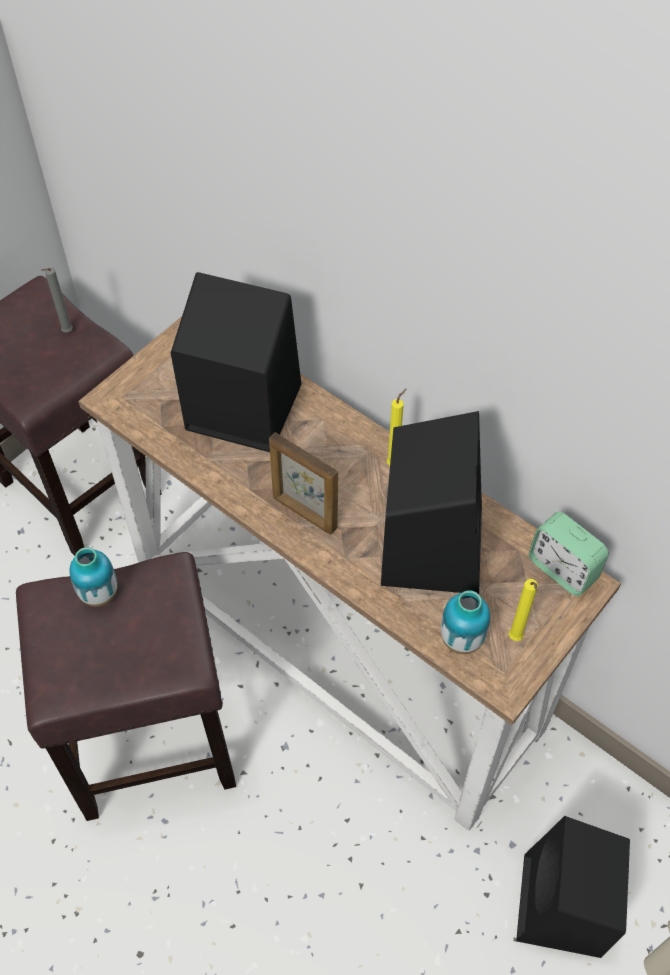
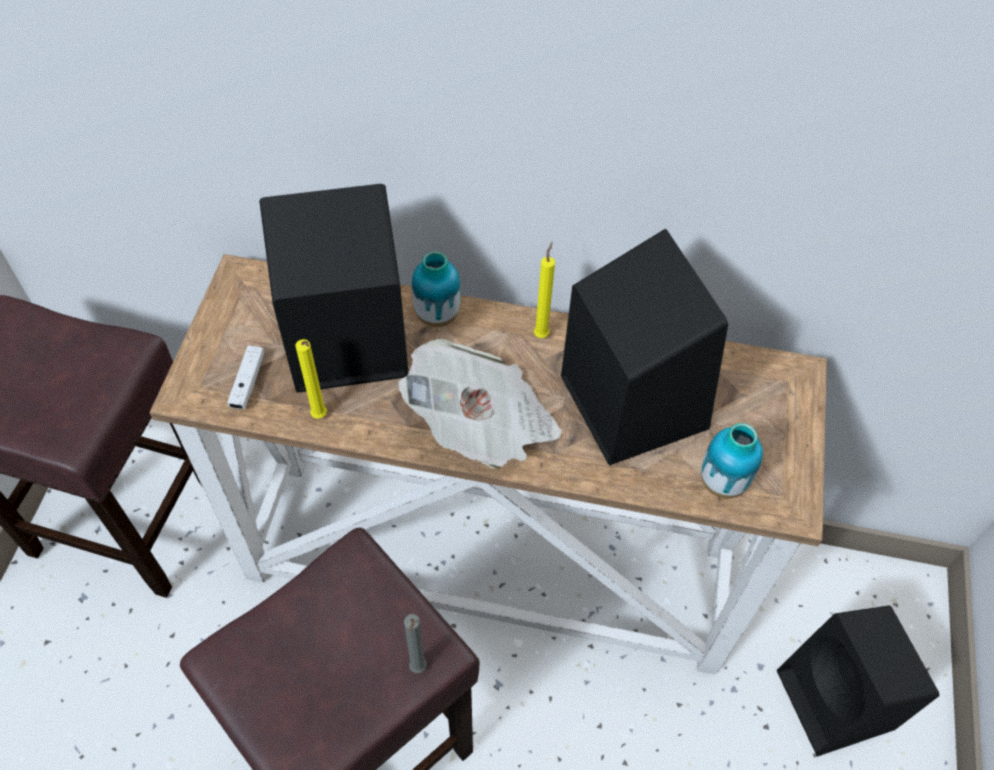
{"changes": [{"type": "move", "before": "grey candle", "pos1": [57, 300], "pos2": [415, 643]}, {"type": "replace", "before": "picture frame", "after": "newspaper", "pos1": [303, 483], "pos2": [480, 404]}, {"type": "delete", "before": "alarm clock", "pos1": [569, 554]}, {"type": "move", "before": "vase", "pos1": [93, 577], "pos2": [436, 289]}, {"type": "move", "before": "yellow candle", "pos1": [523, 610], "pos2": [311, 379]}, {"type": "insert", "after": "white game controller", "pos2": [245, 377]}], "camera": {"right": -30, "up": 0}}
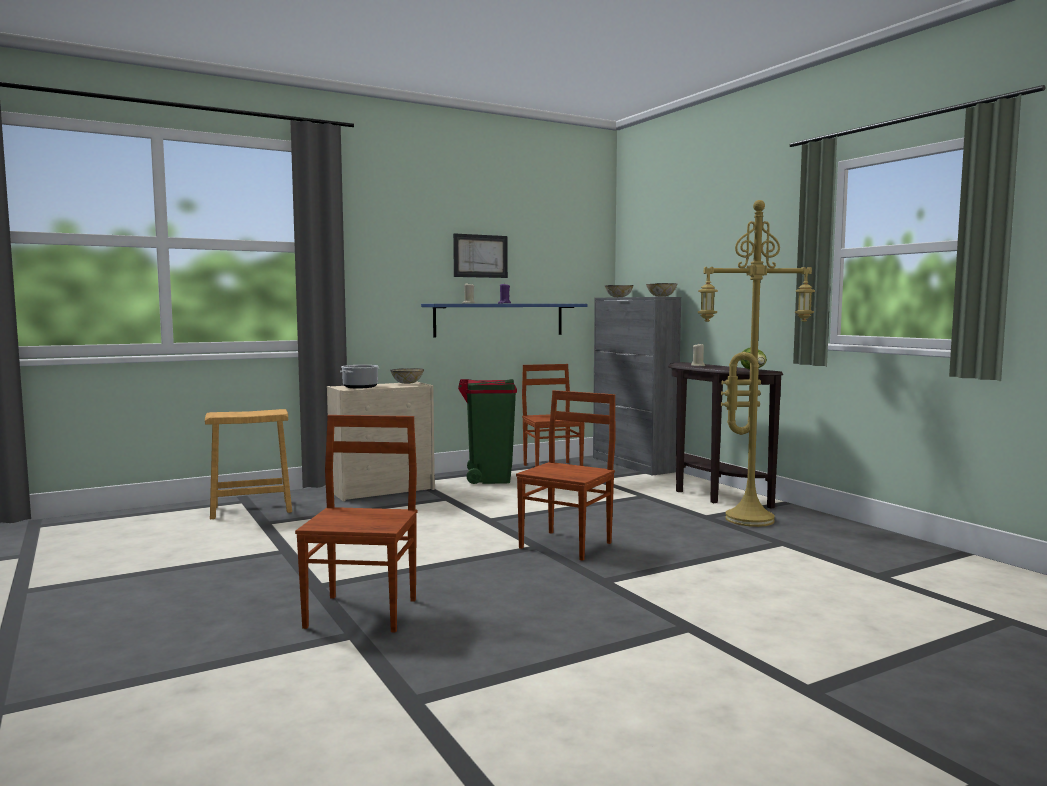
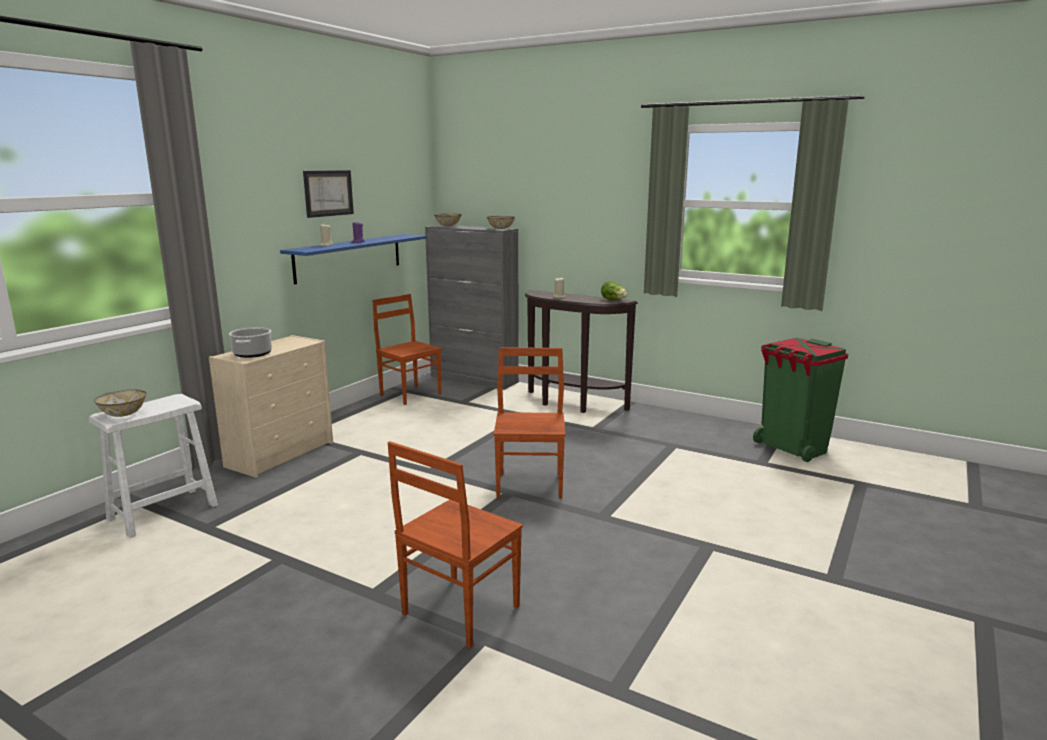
{"changes": [{"type": "delete", "before": "yellow floor lamp", "pos1": [756, 363]}, {"type": "move", "before": "bowl", "pos1": [407, 376], "pos2": [120, 403]}, {"type": "move", "before": "green trash can", "pos1": [487, 431], "pos2": [800, 400]}, {"type": "recolor", "before": "brown stool", "after": "white stool", "pos1": [248, 464], "pos2": [153, 466]}, {"type": "rotate", "before": "brown chair", "pos1": [356, 524], "pos2": [455, 544], "turn": -120}], "camera": {"right": -30, "up": 10}}
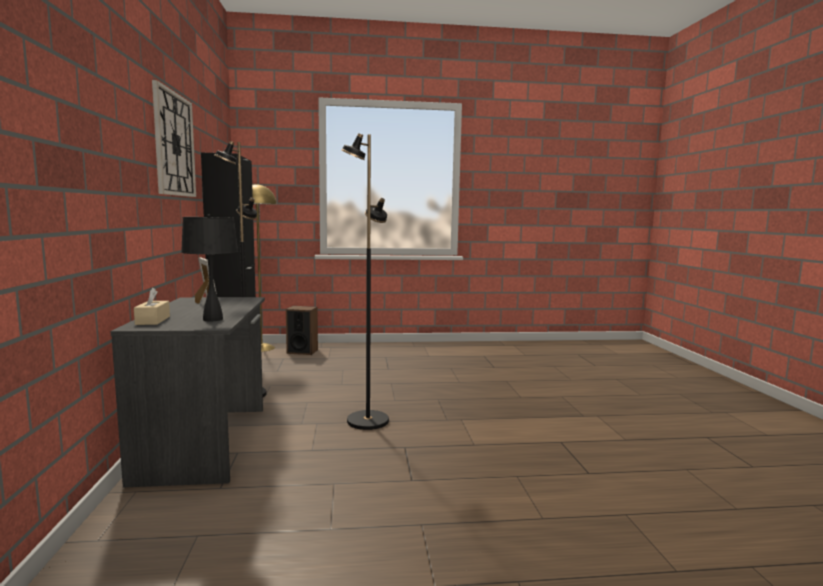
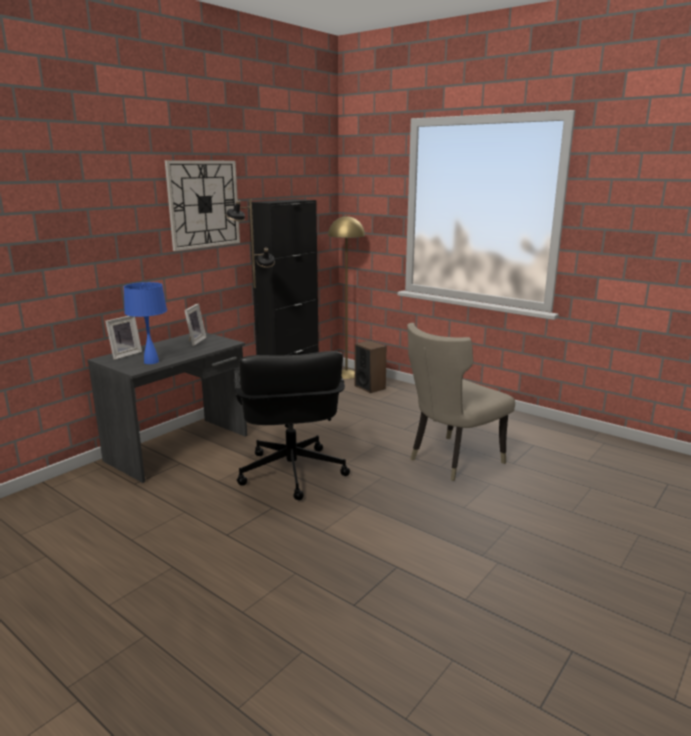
{"changes": [{"type": "replace", "before": "black floor lamp", "after": "black office chair", "pos1": [365, 281], "pos2": [292, 425]}, {"type": "recolor", "before": "black table lamp", "after": "blue table lamp", "pos1": [209, 267], "pos2": [145, 323]}, {"type": "replace", "before": "beige tissue box", "after": "picture frame", "pos1": [152, 306], "pos2": [123, 338]}, {"type": "insert", "after": "beige chair", "pos2": [461, 402]}], "camera": {"right": 45, "up": 10}}
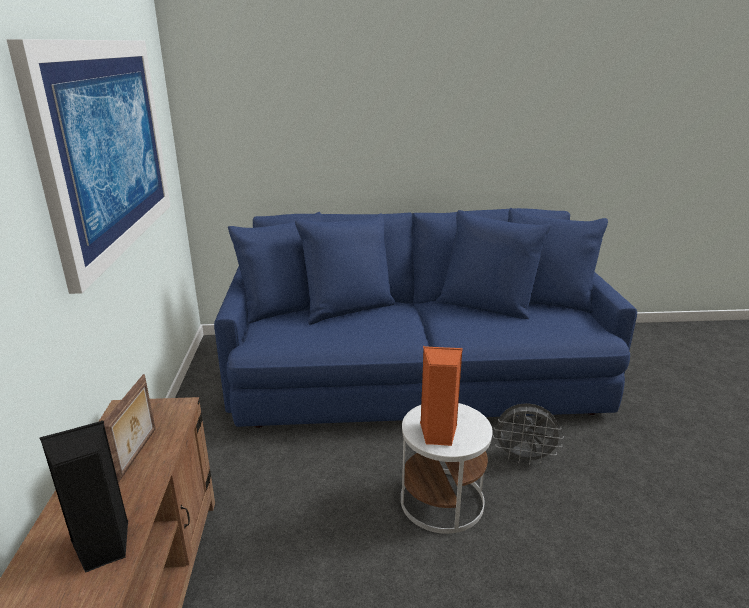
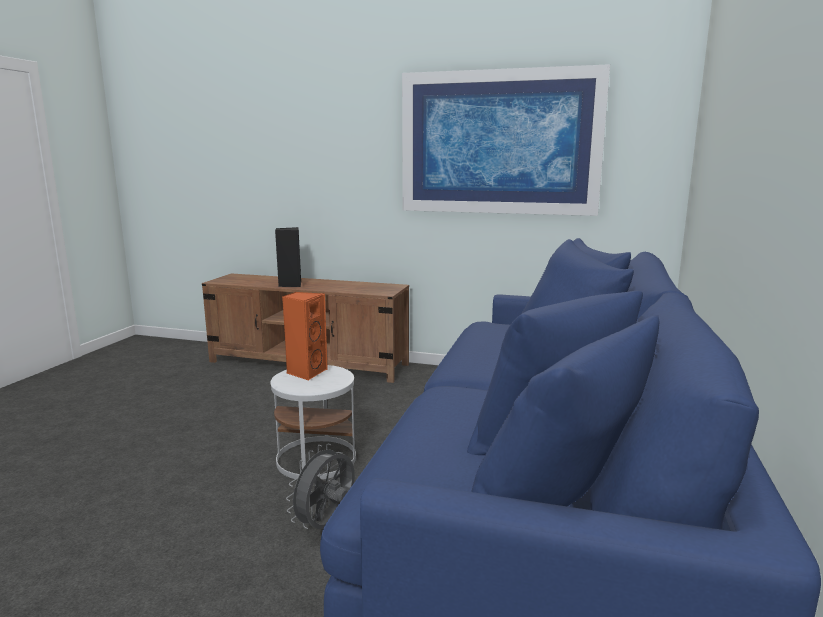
{"changes": [{"type": "delete", "before": "picture frame", "pos1": [130, 428]}], "camera": {"right": 110, "up": -10}}
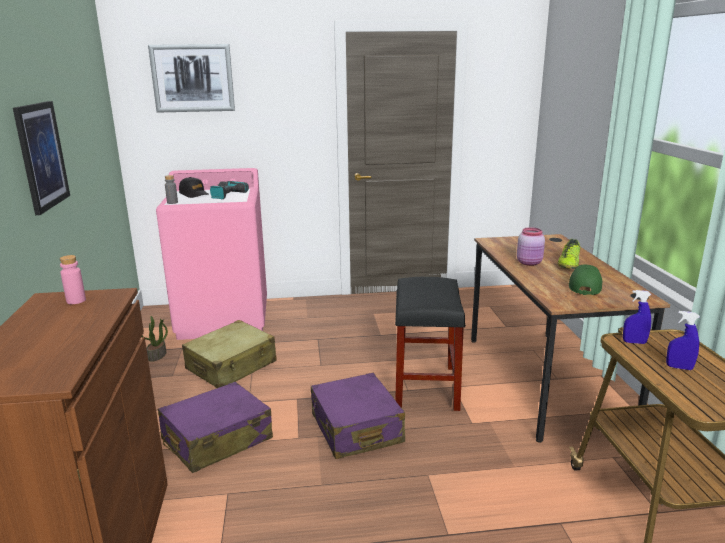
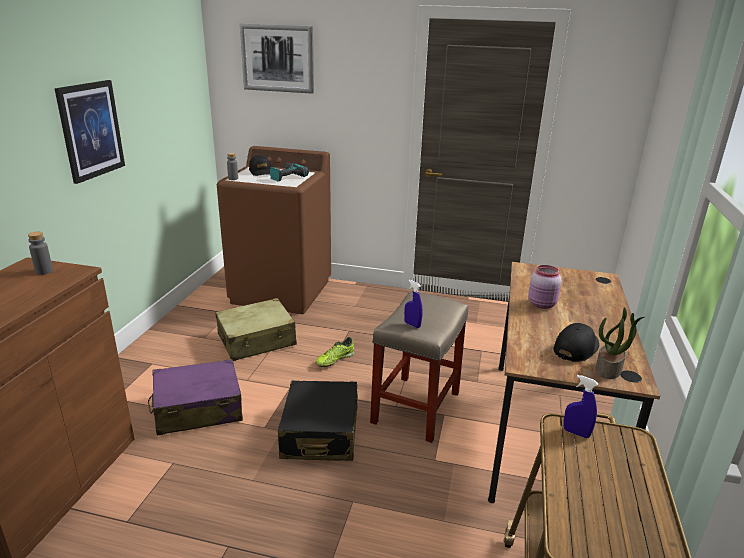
{"changes": [{"type": "recolor", "before": "pink washing machine", "after": "brown washing machine", "pos1": [211, 254], "pos2": [274, 230]}, {"type": "move", "before": "shoe", "pos1": [569, 254], "pos2": [335, 352]}, {"type": "recolor", "before": "pink bottle", "after": "grey bottle", "pos1": [73, 279], "pos2": [40, 253]}, {"type": "recolor", "before": "green cap", "after": "black cap", "pos1": [585, 279], "pos2": [576, 342]}, {"type": "recolor", "before": "black stool", "after": "beige stool", "pos1": [430, 344], "pos2": [419, 367]}, {"type": "move", "before": "blue spray bottle", "pos1": [683, 340], "pos2": [413, 304]}, {"type": "move", "before": "potted plant", "pos1": [155, 339], "pos2": [620, 343]}, {"type": "recolor", "before": "purple suitcase", "after": "black suitcase", "pos1": [358, 416], "pos2": [318, 421]}], "camera": {"right": 20, "up": 5}}
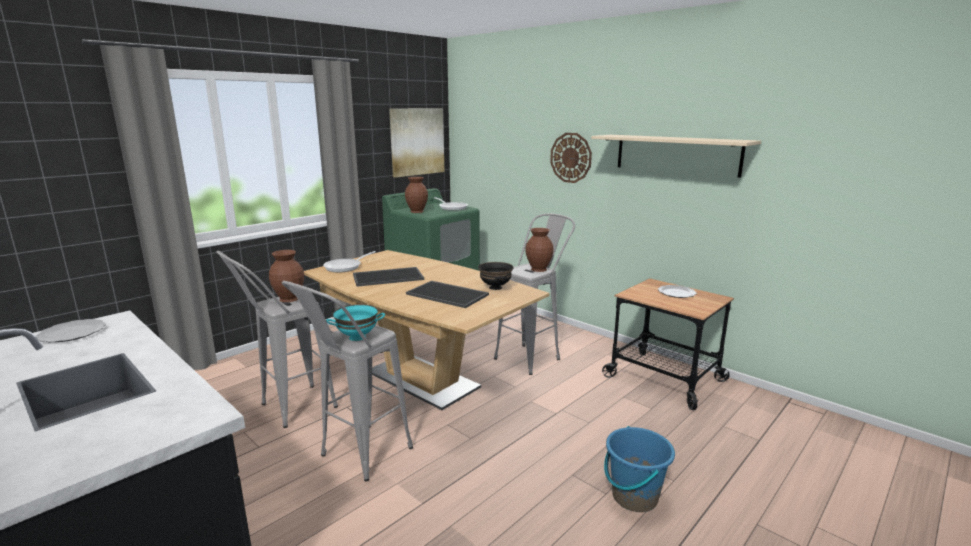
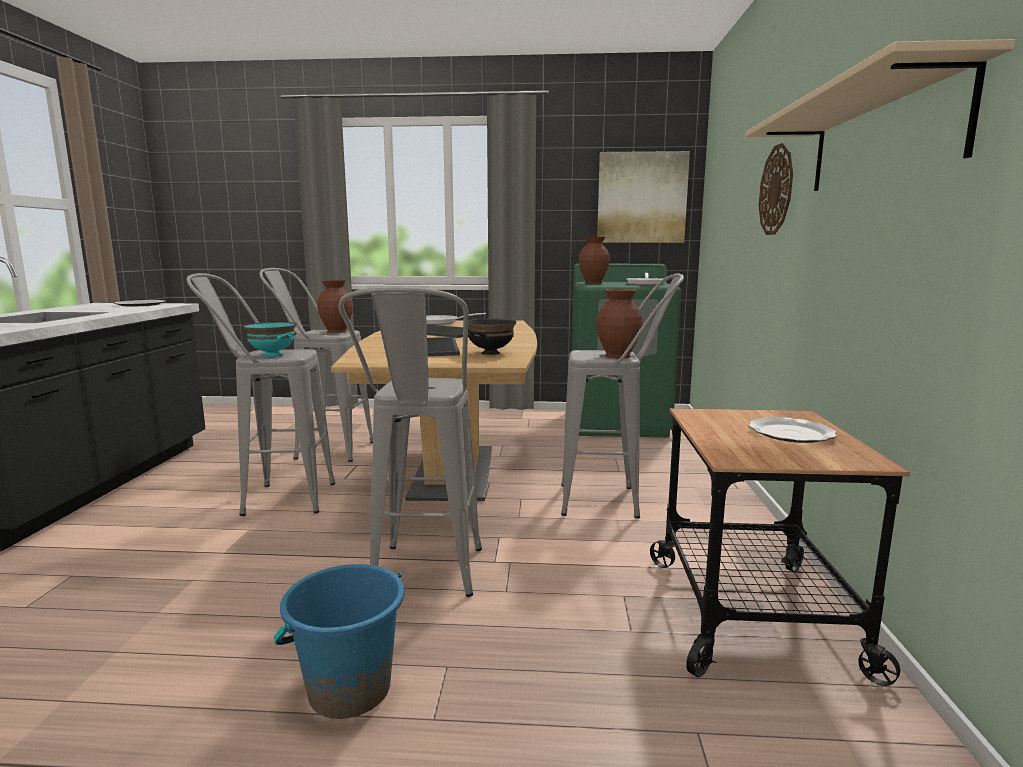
{"changes": [{"type": "insert", "after": "grey stool", "pos2": [410, 442]}], "camera": {"right": 50, "up": -5}}
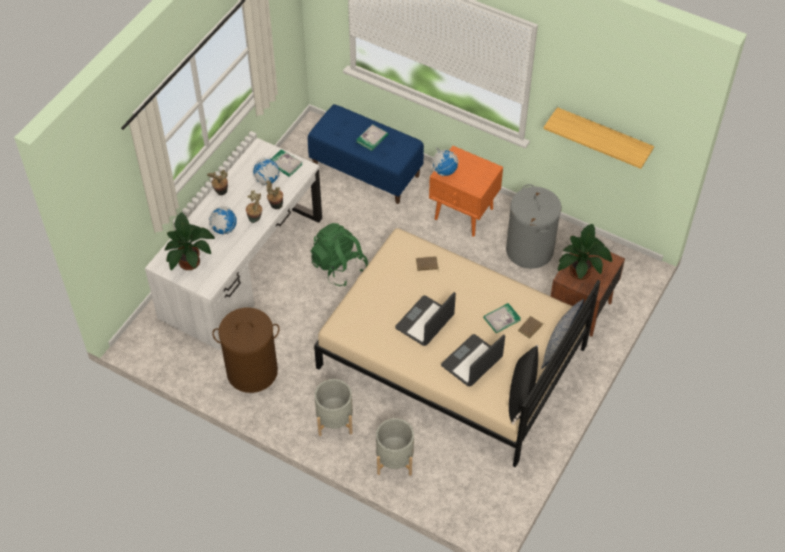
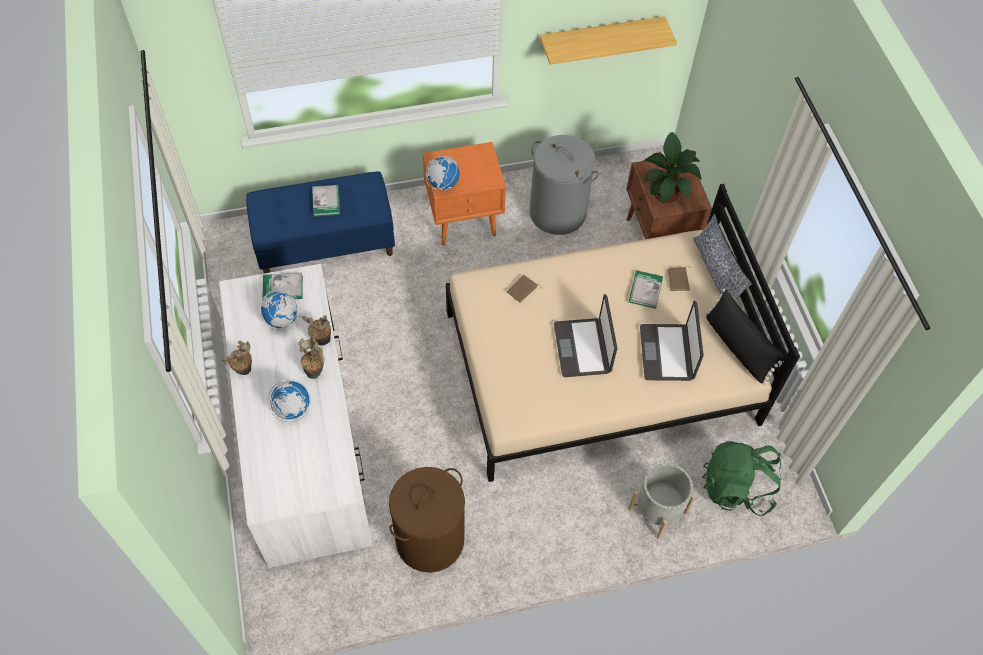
{"changes": [{"type": "delete", "before": "potted plant", "pos1": [189, 241]}, {"type": "move", "before": "green backpack", "pos1": [339, 254], "pos2": [741, 478]}, {"type": "delete", "before": "grey planter", "pos1": [334, 407]}], "camera": {"right": -45, "up": 5}}
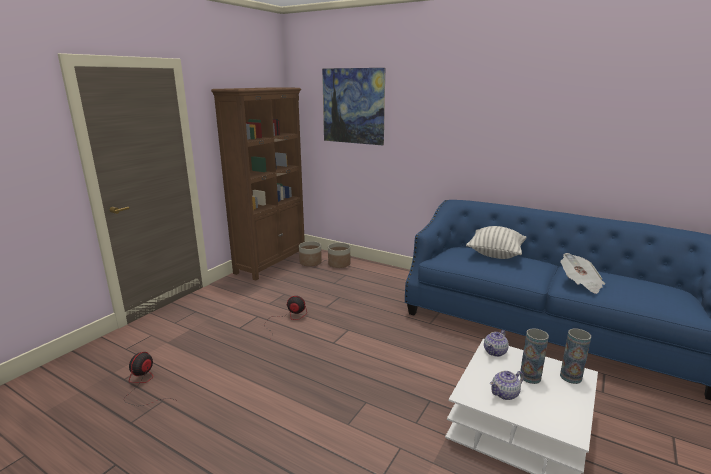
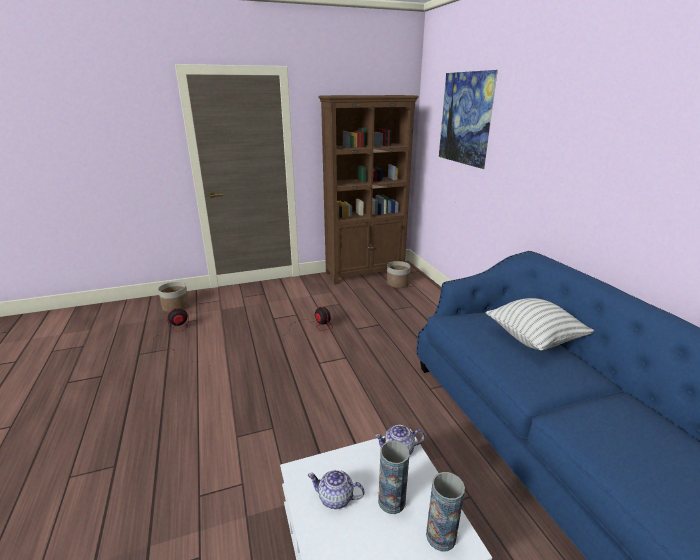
{"changes": [{"type": "move", "before": "planter", "pos1": [339, 255], "pos2": [173, 297]}, {"type": "delete", "before": "newspaper", "pos1": [583, 273]}], "camera": {"right": 40, "up": 5}}
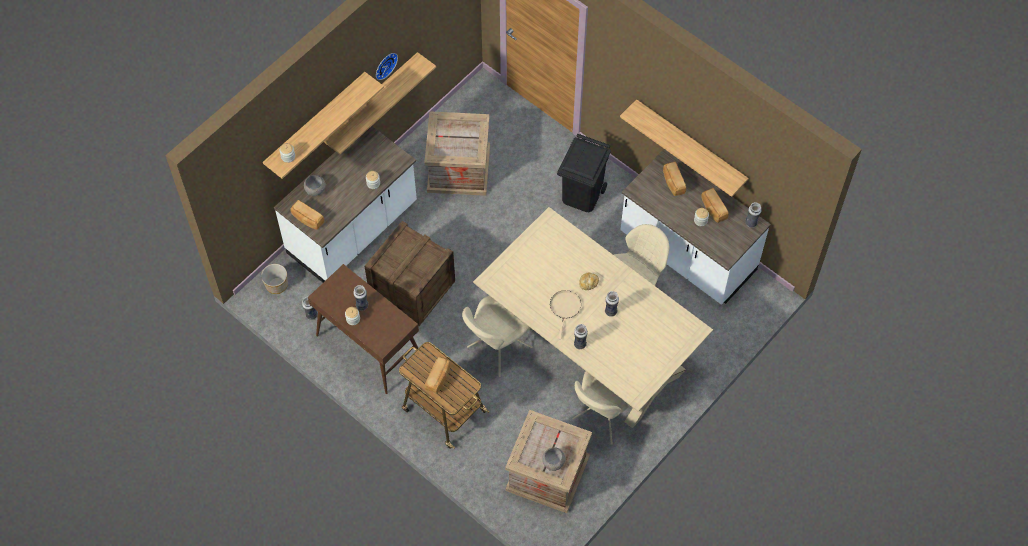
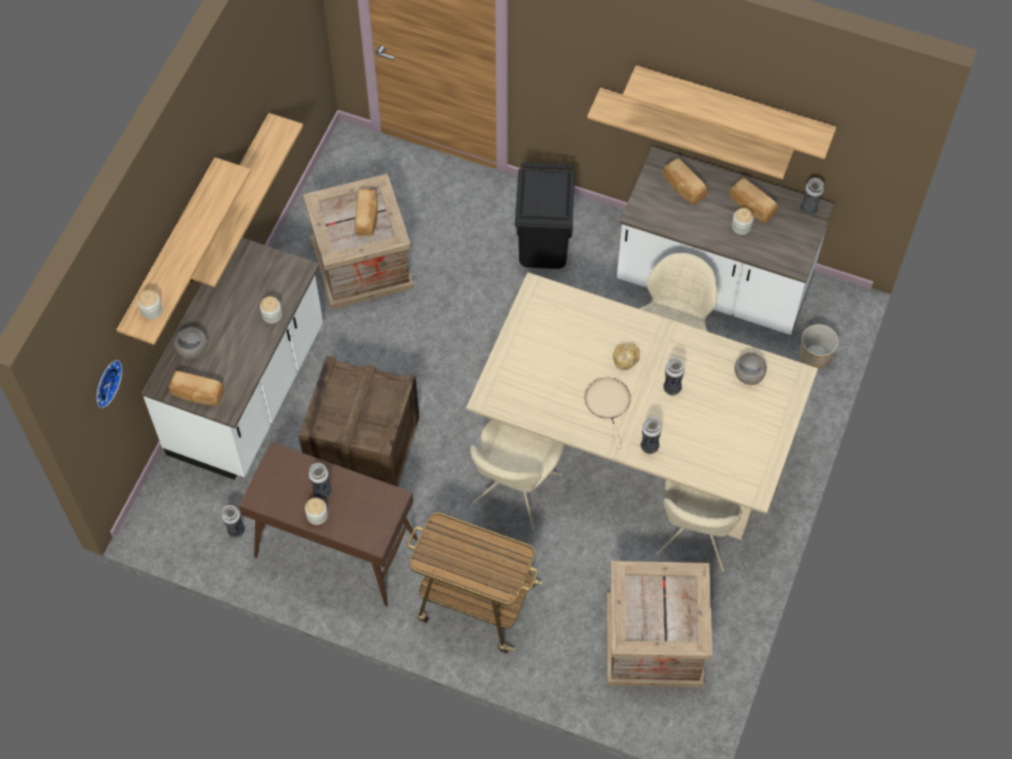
{"changes": [{"type": "move", "before": "wall clock", "pos1": [387, 66], "pos2": [109, 384]}, {"type": "move", "before": "planter", "pos1": [274, 279], "pos2": [819, 346]}, {"type": "move", "before": "bread", "pos1": [437, 374], "pos2": [366, 212]}, {"type": "move", "before": "grey bowl", "pos1": [554, 459], "pos2": [750, 368]}, {"type": "insert", "after": "shelf", "pos2": [730, 112]}], "camera": {"right": -20, "up": 0}}
